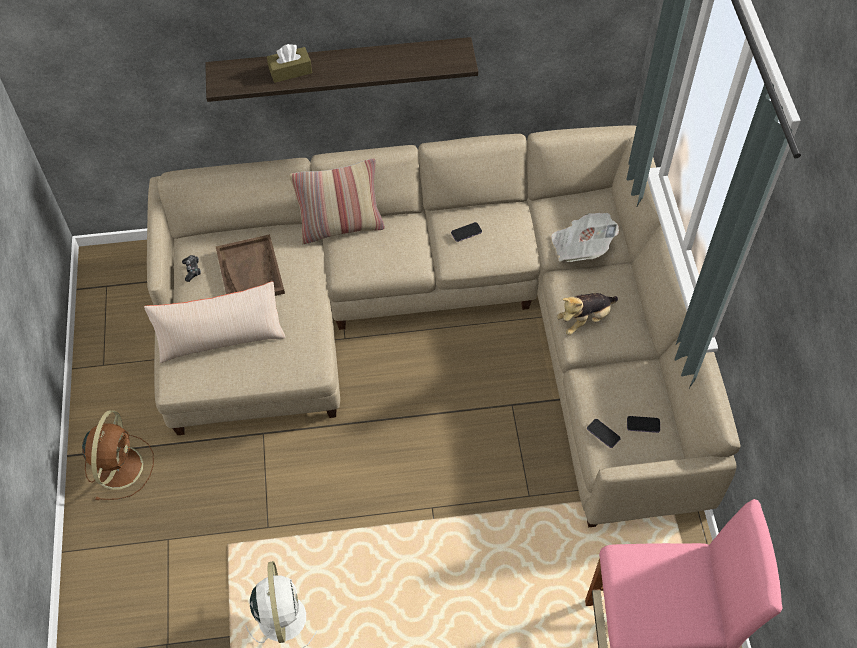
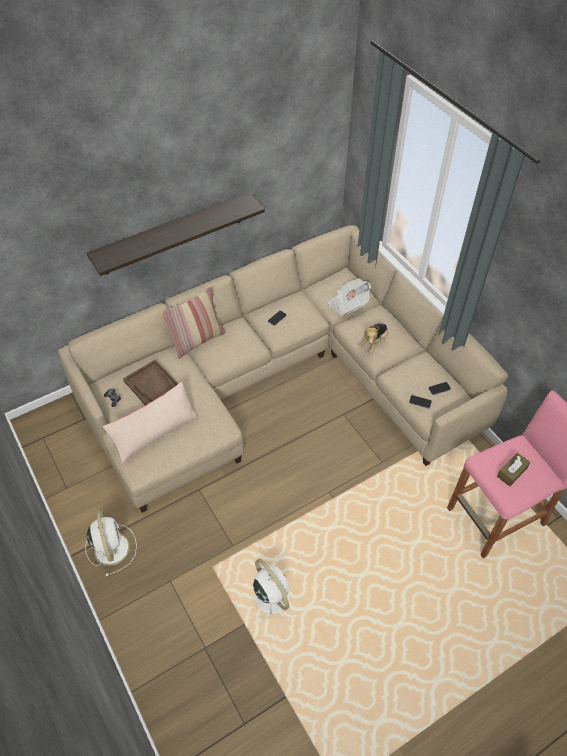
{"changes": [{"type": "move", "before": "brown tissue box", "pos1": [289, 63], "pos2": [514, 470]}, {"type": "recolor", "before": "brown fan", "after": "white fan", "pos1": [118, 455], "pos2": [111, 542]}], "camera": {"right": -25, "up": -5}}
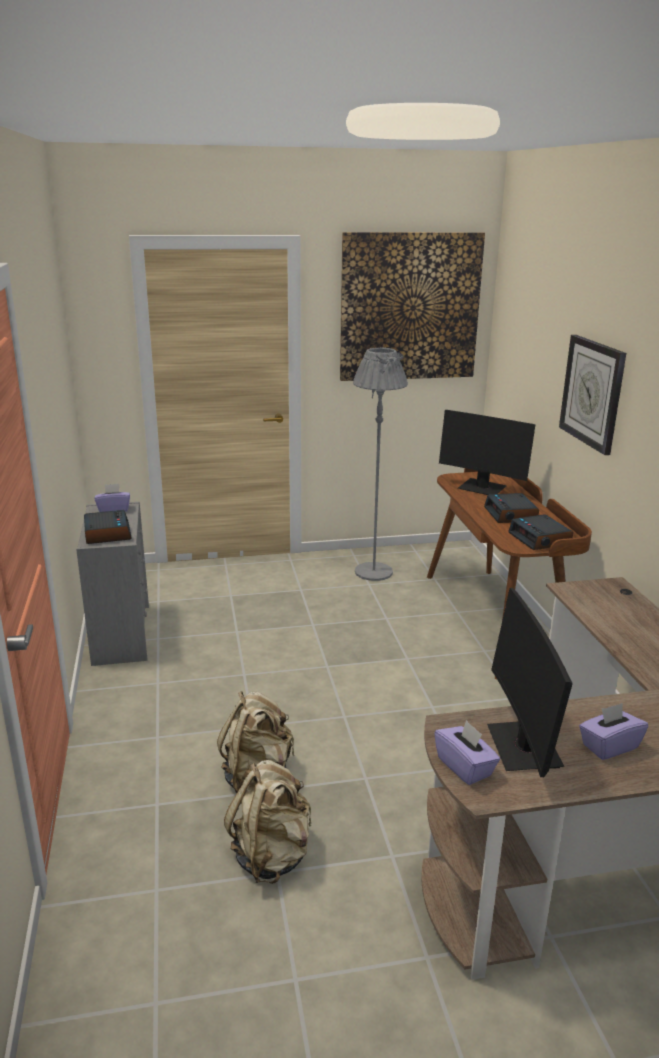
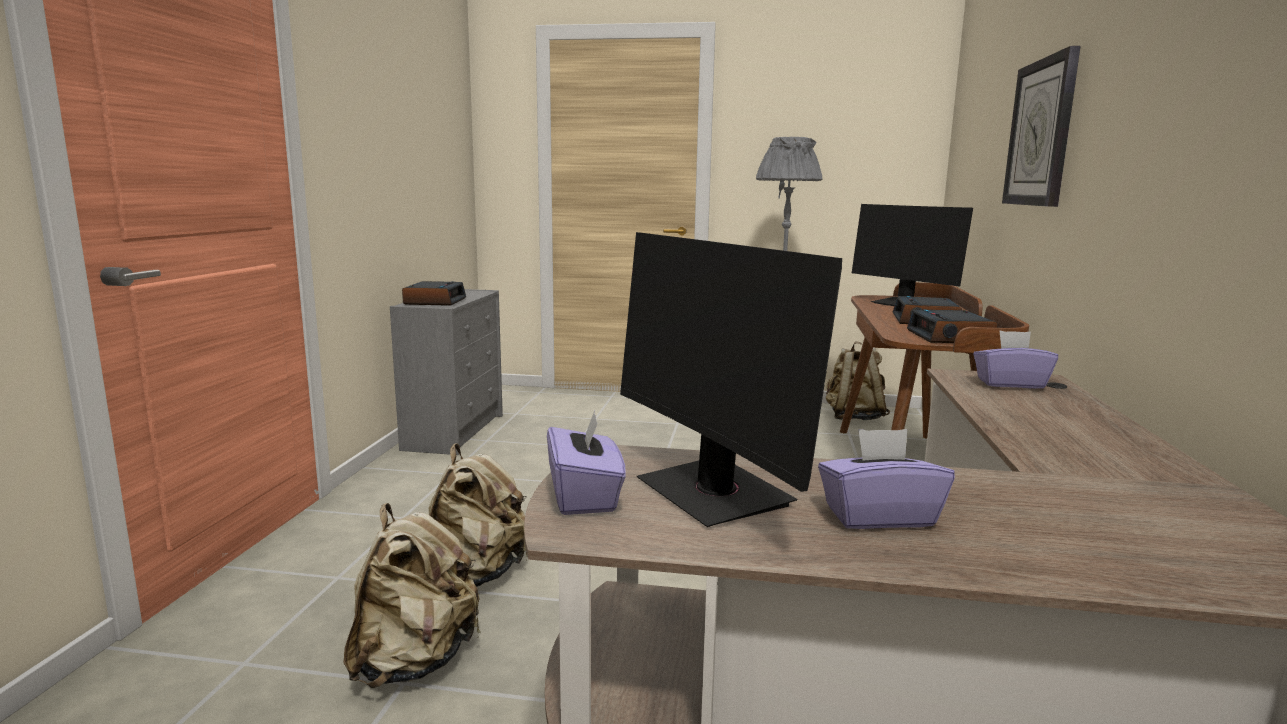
{"changes": [{"type": "delete", "before": "picture", "pos1": [412, 306]}, {"type": "move", "before": "purple tissue box", "pos1": [112, 498], "pos2": [1015, 359]}, {"type": "rotate", "before": "monitor", "pos1": [530, 682], "pos2": [731, 379], "turn": -45}, {"type": "insert", "after": "beige backpack", "pos2": [858, 380]}], "camera": {"right": 20, "up": -10}}
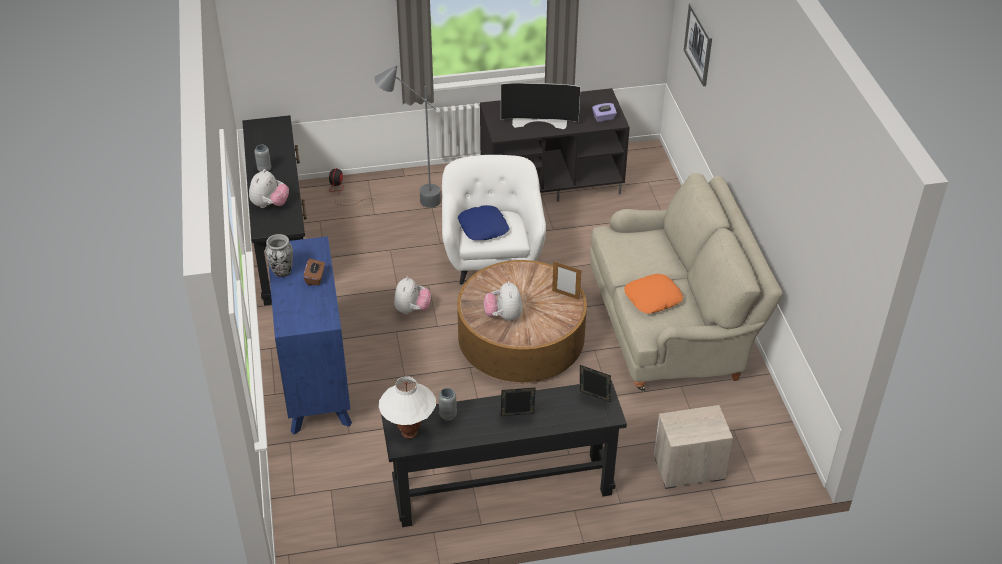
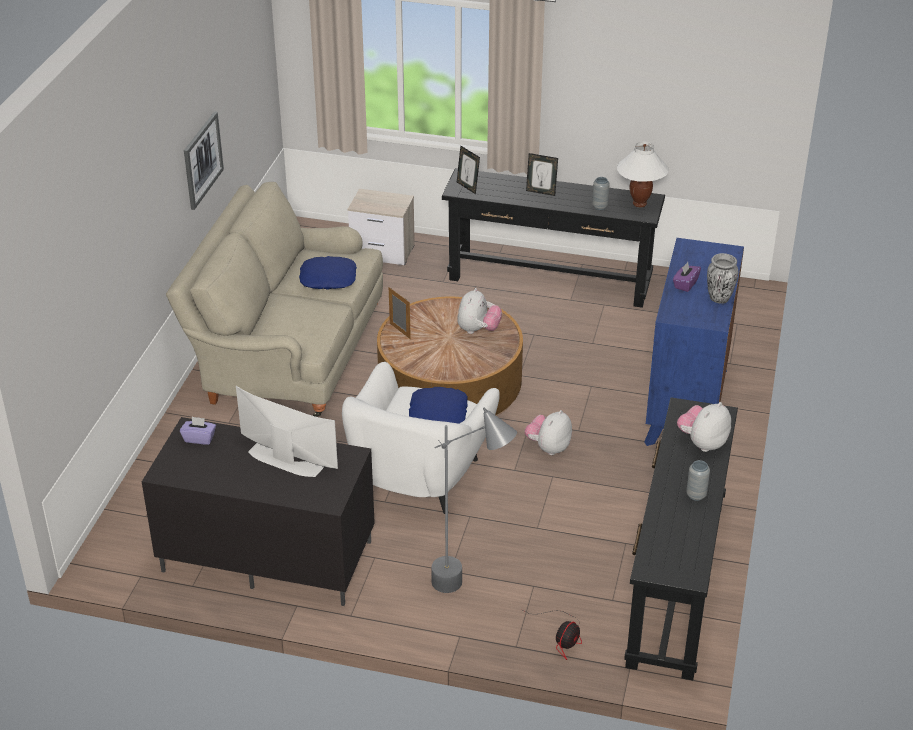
{"changes": [{"type": "move", "before": "picture", "pos1": [698, 44], "pos2": [204, 160]}, {"type": "recolor", "before": "brown tissue box", "after": "purple tissue box", "pos1": [314, 272], "pos2": [687, 277]}, {"type": "recolor", "before": "orange pillow", "after": "blue pillow", "pos1": [653, 294], "pos2": [328, 273]}], "camera": {"right": -155, "up": -5}}
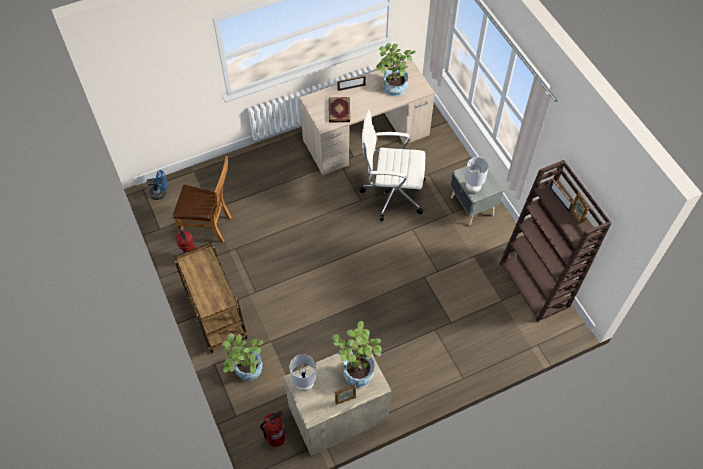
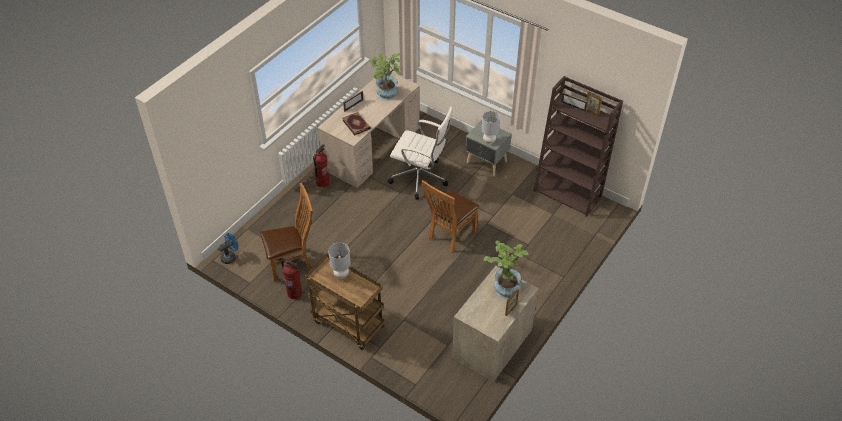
{"changes": [{"type": "rotate", "before": "white office chair", "pos1": [392, 165], "pos2": [420, 153], "turn": -135}, {"type": "delete", "before": "potted plant", "pos1": [242, 357]}, {"type": "move", "before": "grey table lamp", "pos1": [303, 372], "pos2": [339, 260]}, {"type": "move", "before": "fire extinguisher", "pos1": [272, 428], "pos2": [321, 166]}, {"type": "insert", "after": "brown chair", "pos2": [450, 216]}], "camera": {"right": -30, "up": -10}}
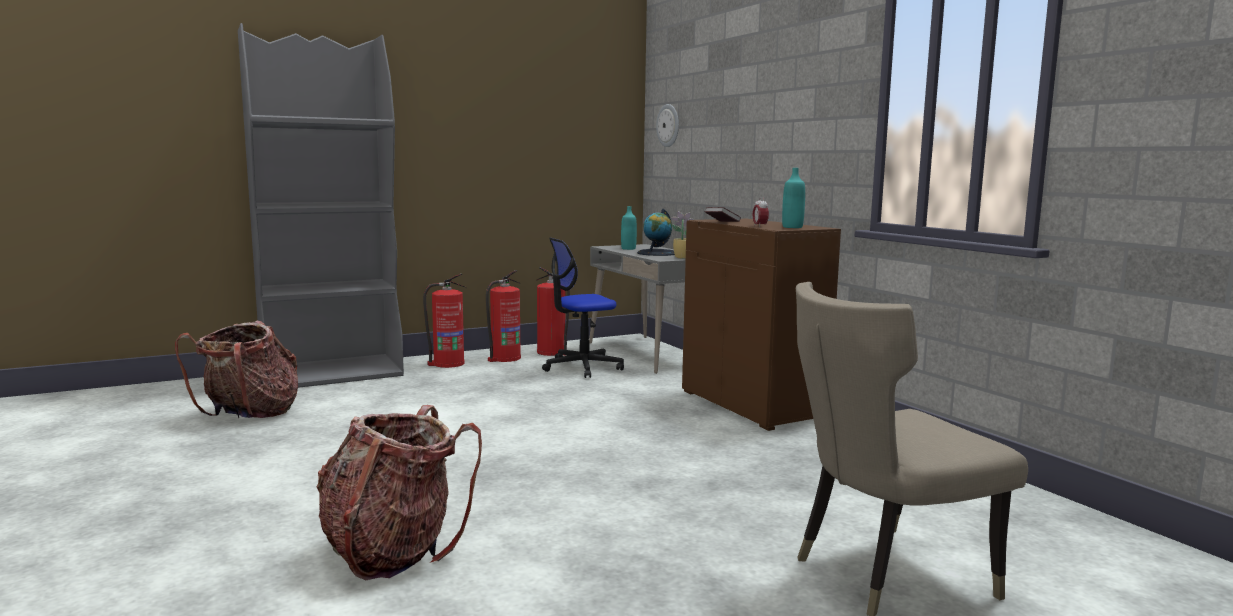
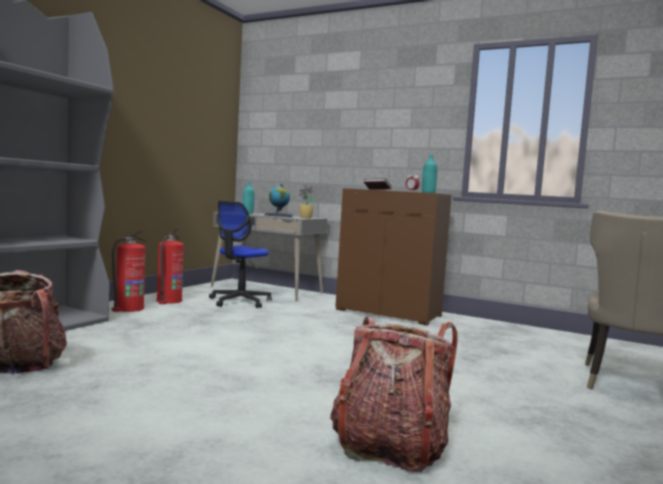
{"changes": [{"type": "delete", "before": "wall clock", "pos1": [667, 125]}, {"type": "delete", "before": "fire extinguisher", "pos1": [553, 311]}], "camera": {"right": -35, "up": -5}}
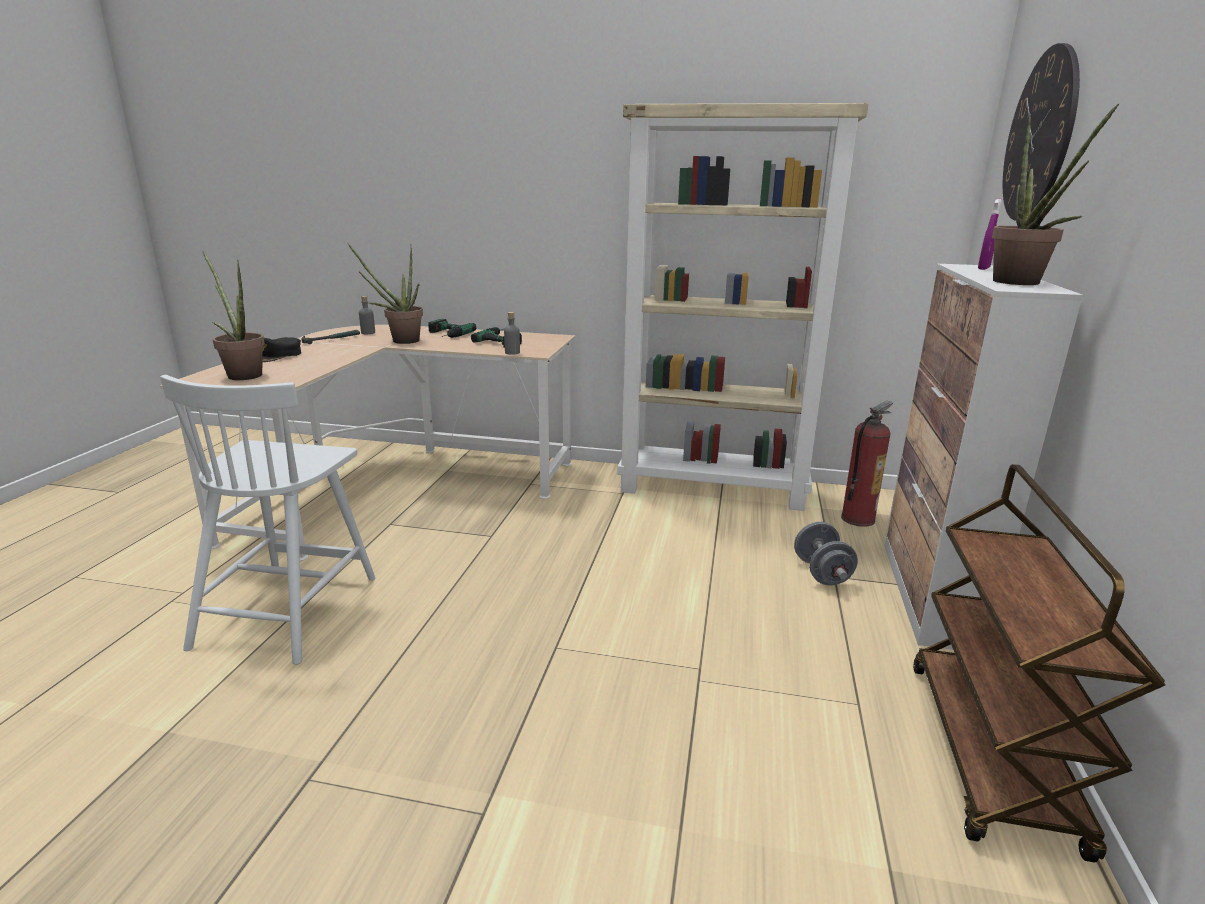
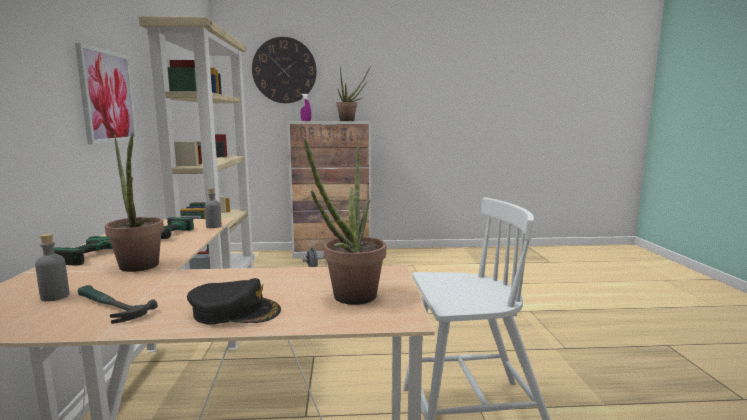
{"changes": [{"type": "delete", "before": "fire extinguisher", "pos1": [867, 464]}, {"type": "delete", "before": "brown cart", "pos1": [1039, 663]}, {"type": "insert", "after": "picture", "pos2": [106, 93]}], "camera": {"right": -105, "up": -10}}
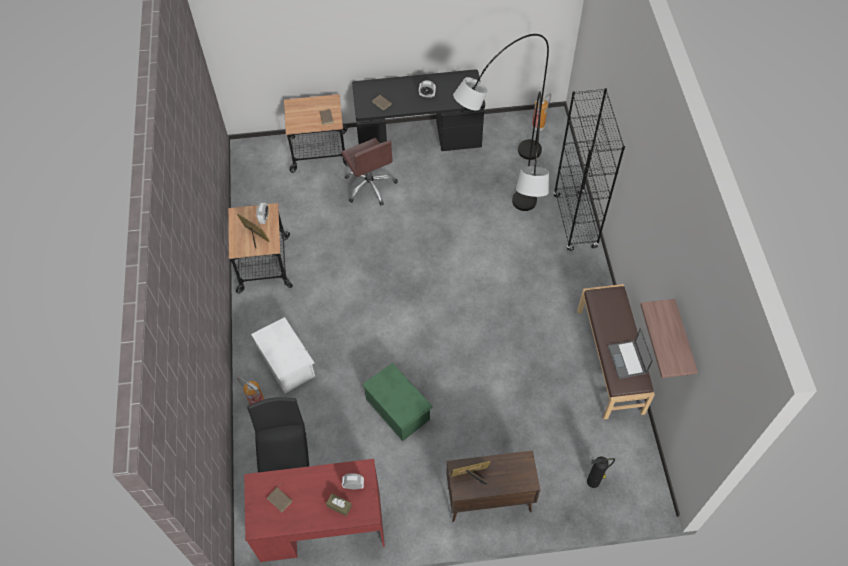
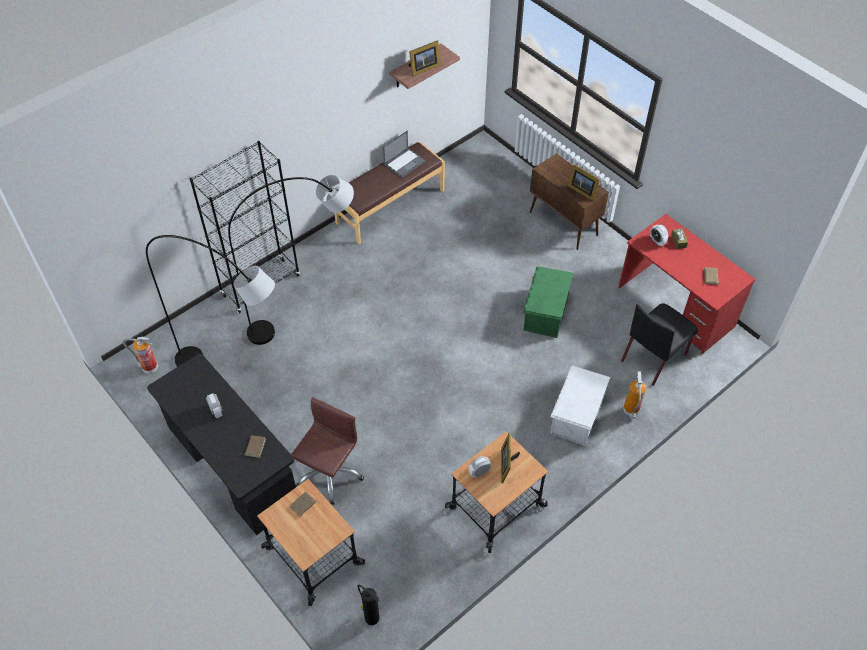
{"changes": [{"type": "move", "before": "fire extinguisher", "pos1": [601, 472], "pos2": [369, 605]}, {"type": "insert", "after": "picture frame", "pos2": [425, 58]}], "camera": {"right": -125, "up": -5}}
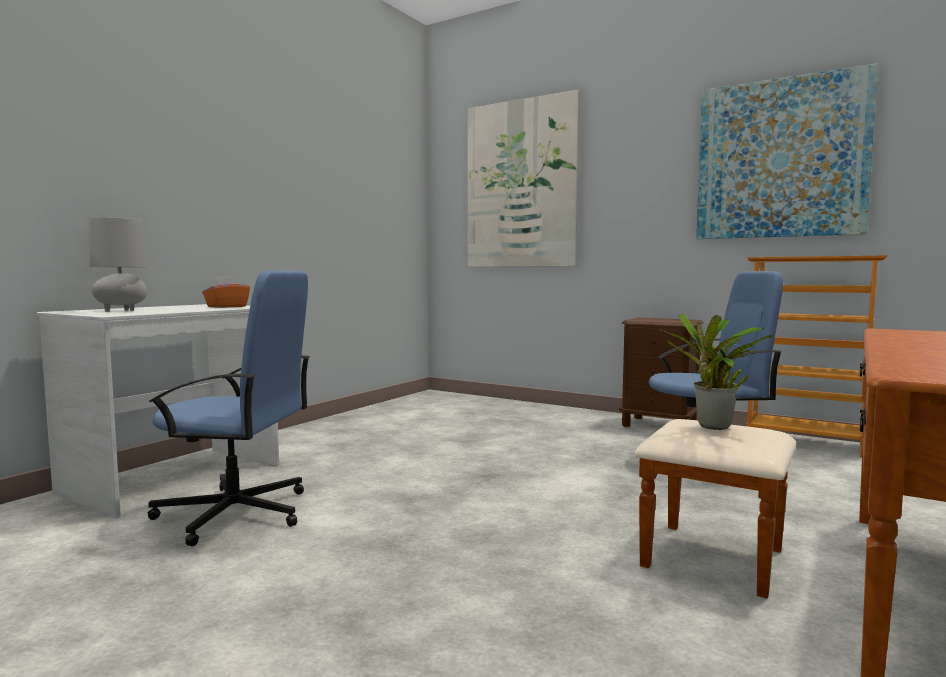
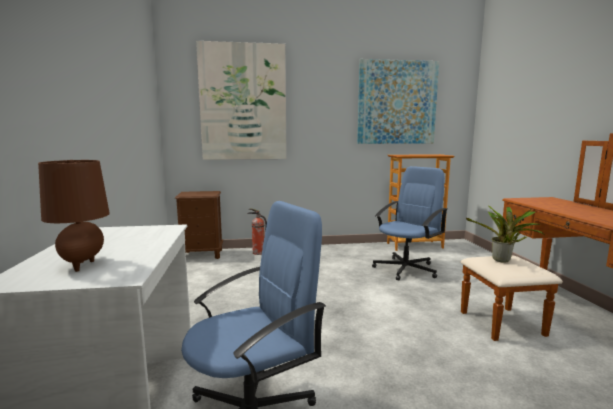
{"changes": [{"type": "recolor", "before": "grey table lamp", "after": "brown table lamp", "pos1": [118, 264], "pos2": [74, 216]}, {"type": "delete", "before": "orange tissue box", "pos1": [226, 292]}, {"type": "move", "before": "brown nightstand", "pos1": [661, 372], "pos2": [199, 225]}, {"type": "insert", "after": "fire extinguisher", "pos2": [257, 231]}], "camera": {"right": -40, "up": 5}}
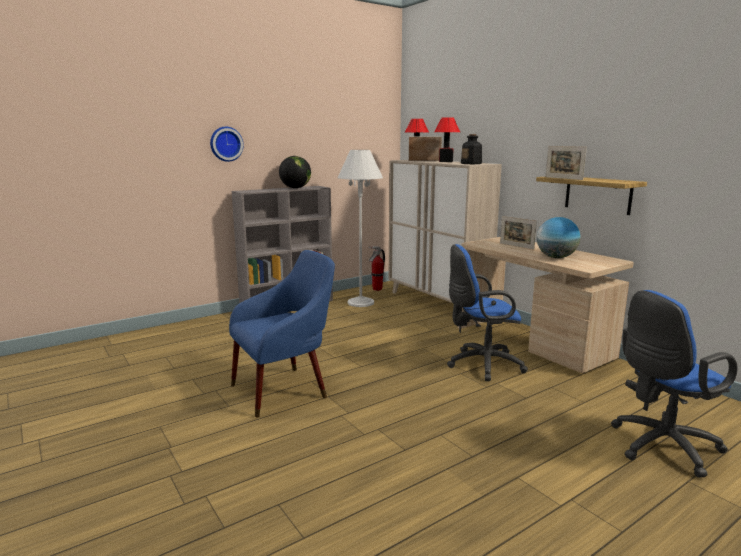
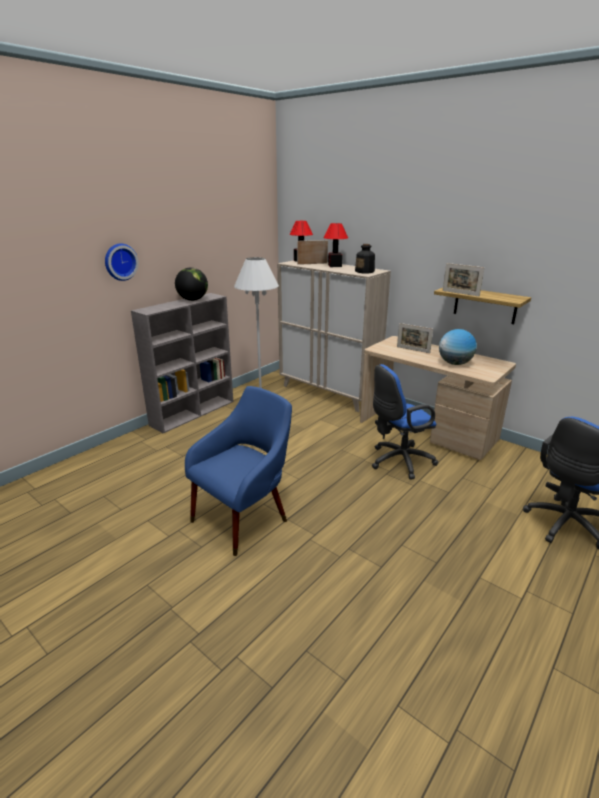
{"changes": [{"type": "delete", "before": "fire extinguisher", "pos1": [376, 268]}], "camera": {"right": -15, "up": 10}}
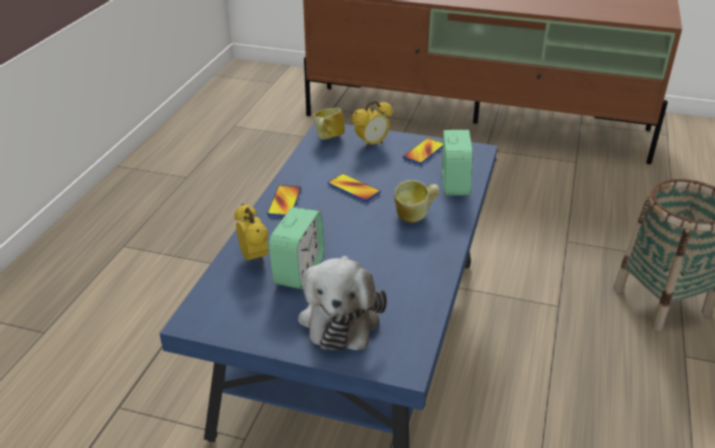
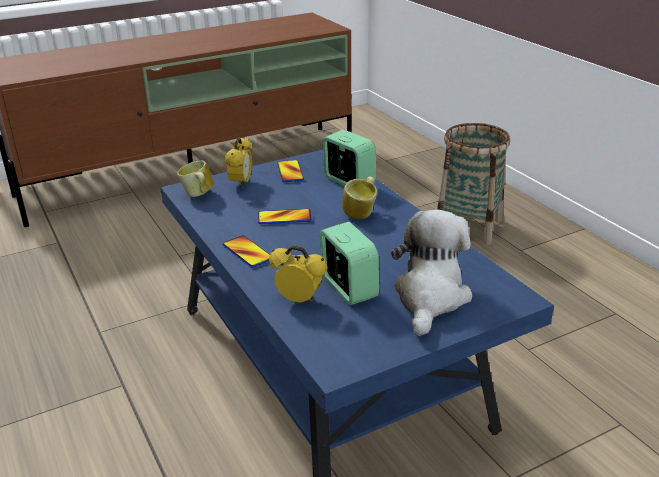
{"changes": [{"type": "rotate", "before": "plush toy", "pos1": [342, 303], "pos2": [431, 272], "turn": -120}], "camera": {"right": -45, "up": -5}}
